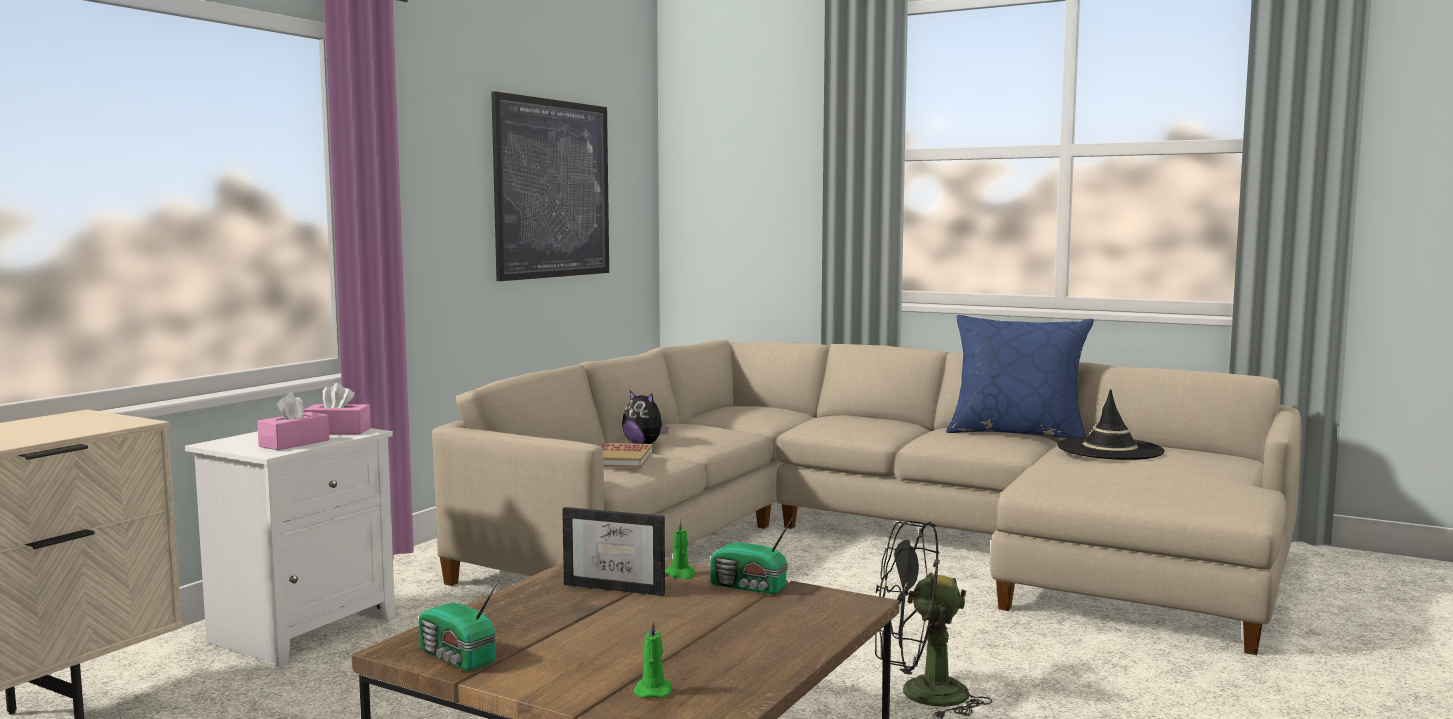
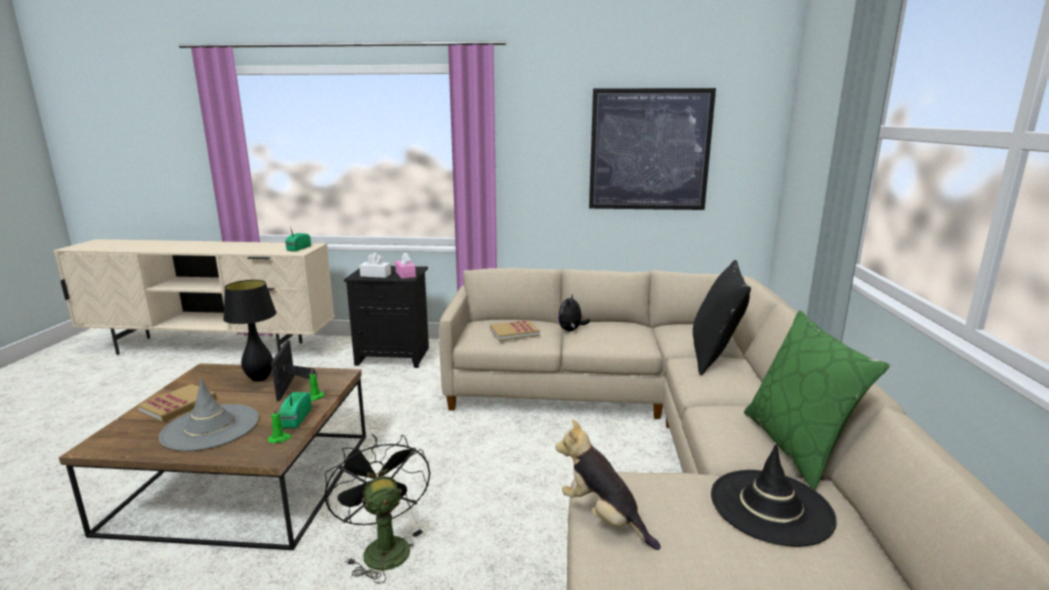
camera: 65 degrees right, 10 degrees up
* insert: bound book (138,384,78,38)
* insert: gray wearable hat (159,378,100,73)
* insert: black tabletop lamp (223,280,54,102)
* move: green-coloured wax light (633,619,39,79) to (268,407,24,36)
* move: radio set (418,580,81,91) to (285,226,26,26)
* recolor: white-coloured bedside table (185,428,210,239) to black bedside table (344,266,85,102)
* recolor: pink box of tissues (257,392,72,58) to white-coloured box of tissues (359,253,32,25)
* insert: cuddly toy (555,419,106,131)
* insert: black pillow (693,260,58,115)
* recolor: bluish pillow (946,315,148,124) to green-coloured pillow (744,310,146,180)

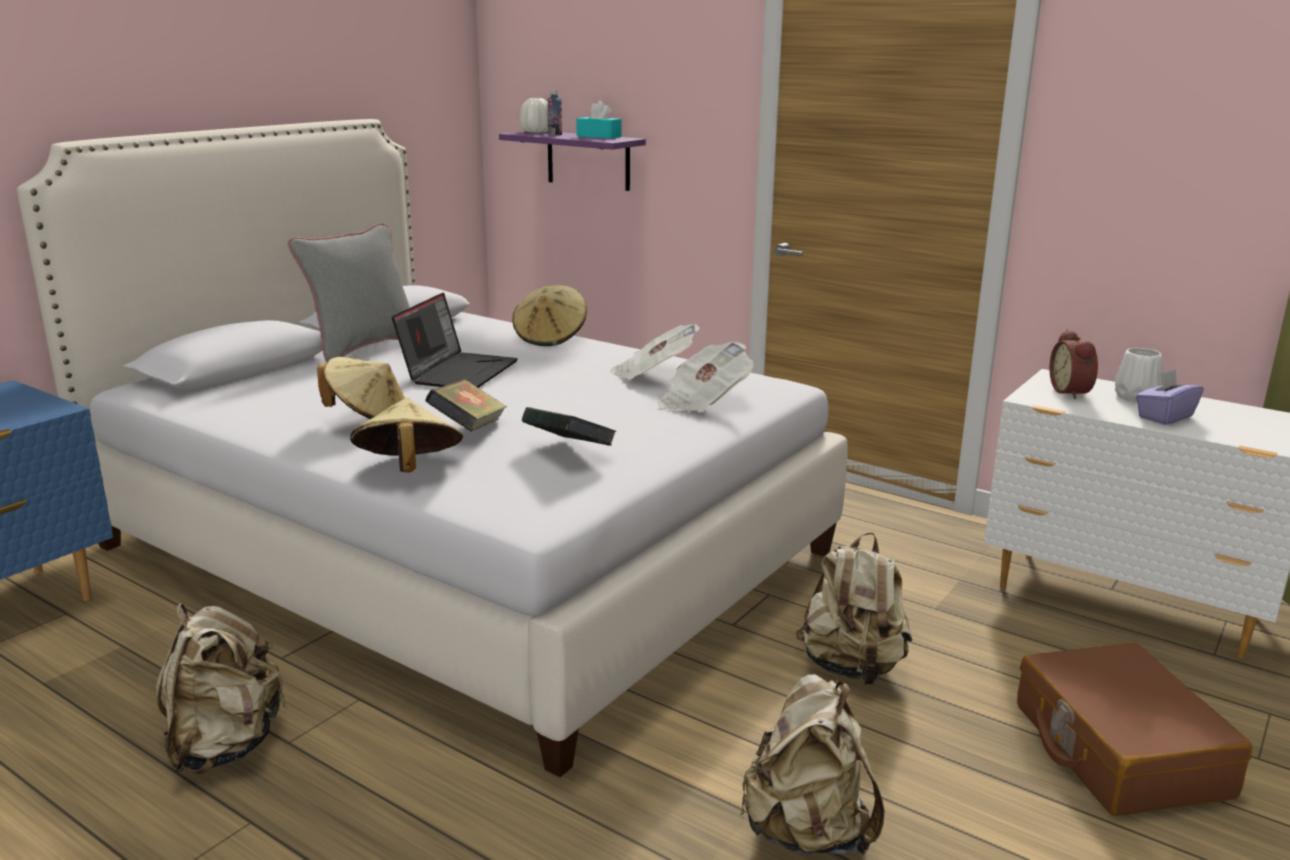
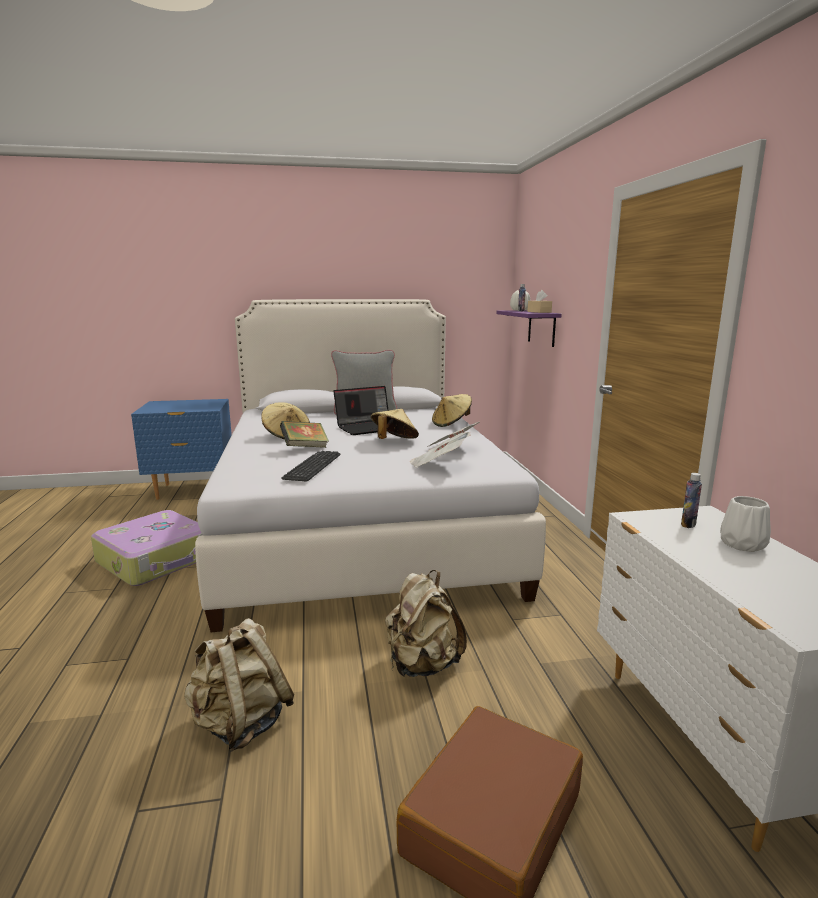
camera: 45 degrees right, 5 degrees down
* replace: beige backpack (155,603,132,171) to piece of luggage (91,510,112,76)
* replace: bound book (522,407,94,39) to PC keyboard (282,451,59,30)
* move: beige wearable hat (350,398,113,75) to (371,409,48,30)
* recolor: turquoise box of tissues (576,101,46,38) to beige box of tissues (527,290,25,23)
* replace: alarm clock (1049,329,49,70) to bottle (681,473,21,55)
* delete: purplish box of tissues (1136,369,68,56)

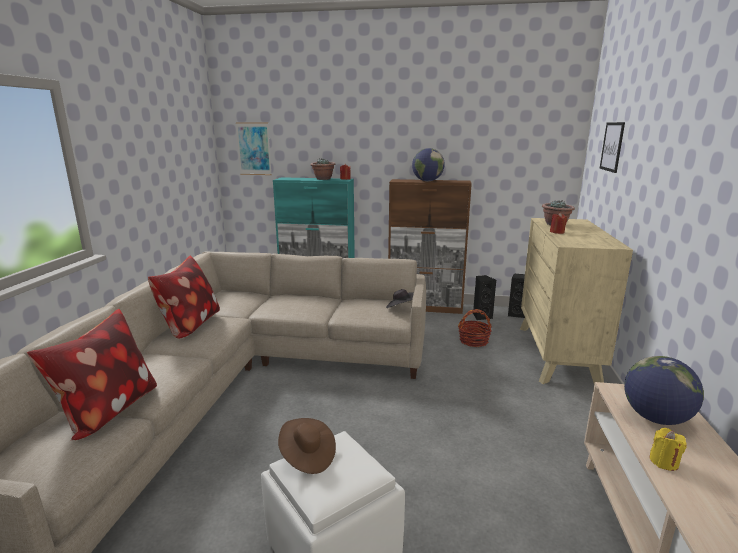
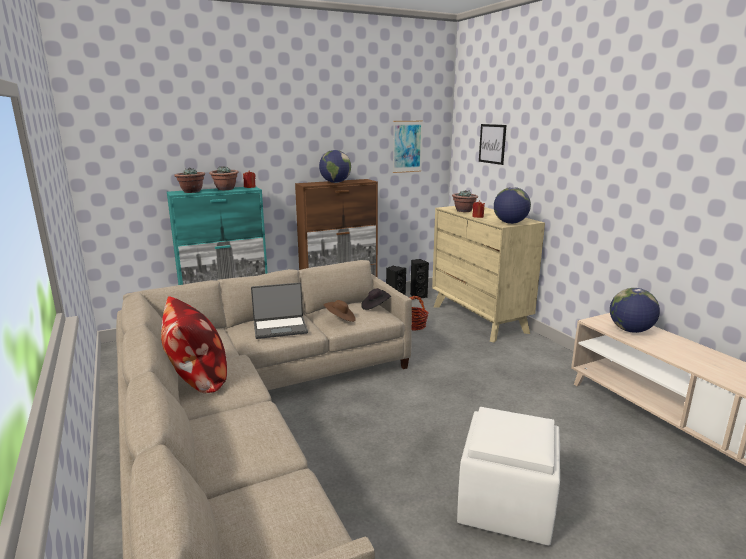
camera: 35 degrees left, 0 degrees up
* insert: houseplant (174,167,31,26)
* insert: laptop (251,283,57,56)
* move: brown-coloured wearable hat (278,418,58,56) to (324,300,32,22)
* move: wall picture (236,122,36,53) to (393,121,30,52)
* insert: desk globe (494,187,37,37)
* delete: pillow (27,309,130,131)
* delete: yellowish wax light (649,428,38,43)

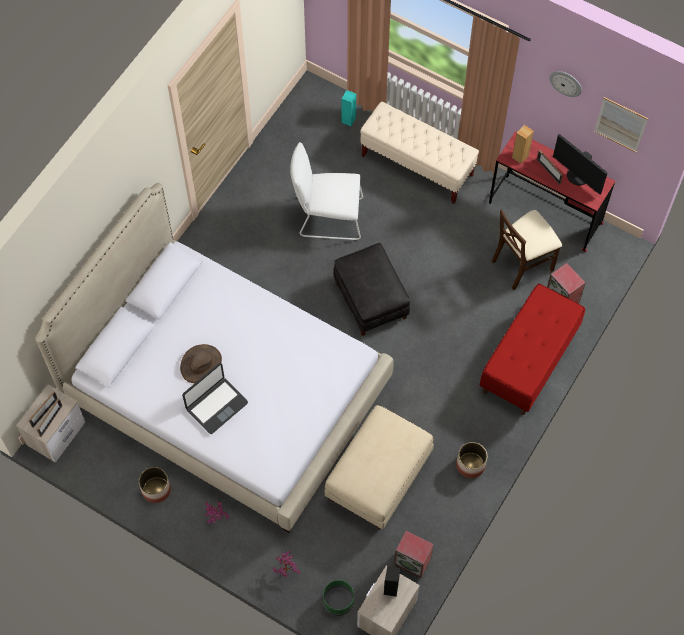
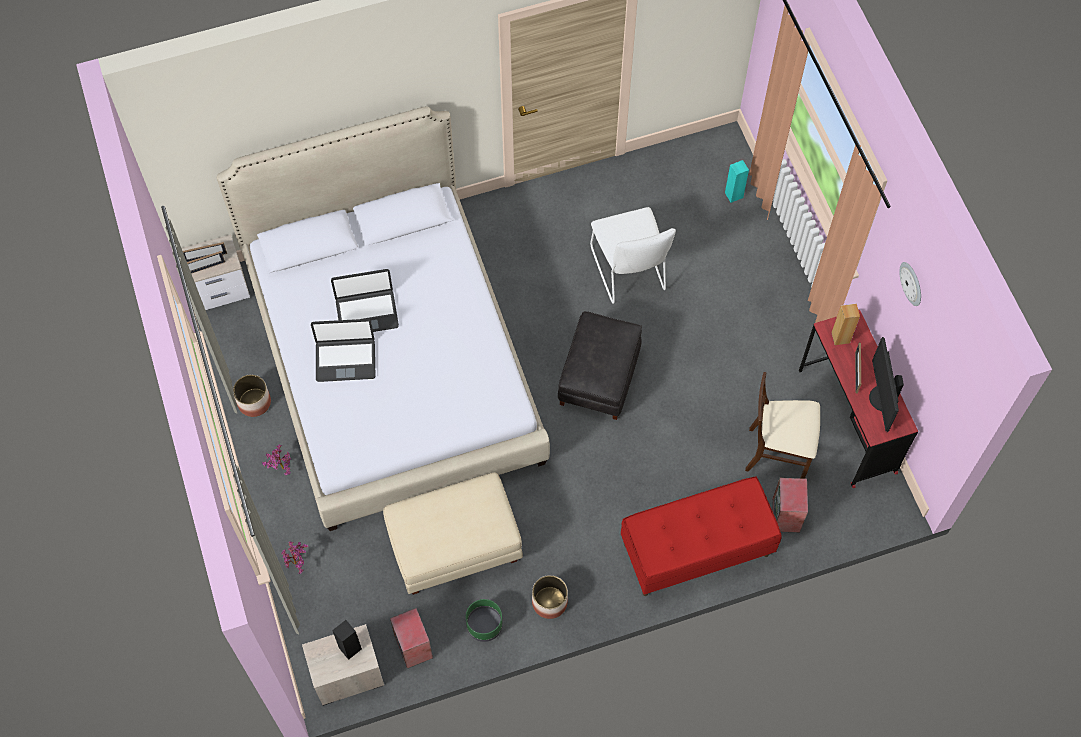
camera: 40 degrees right, 0 degrees up
* replace: brown-coloured wearable hat (180,344,42,39) to laptop (331,269,68,63)
* move: green-coloured flower pot (323,580,31,36) to (466,599,37,43)
* rotate: white-coloured chair (290,142,73,98) = (590,207,86,97) 150 degrees counterclockwise
* delete: beige long seat (360,102,119,102)
* delete: wall picture (594,97,54,56)

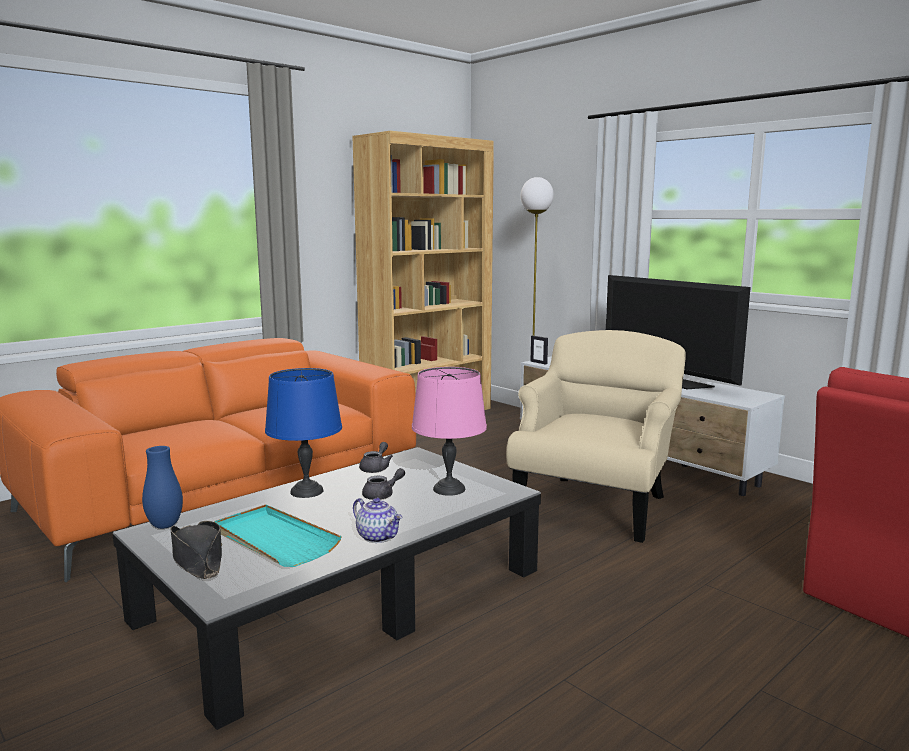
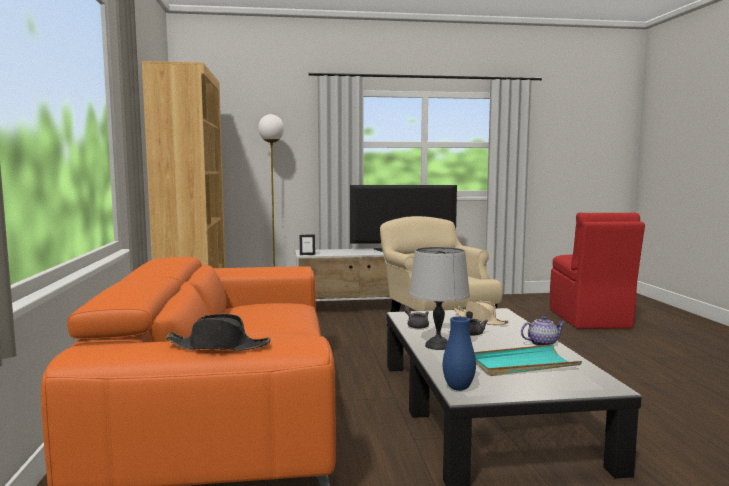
camera: 55 degrees left, 5 degrees down
* move: black wearable hat (170,521,52,58) to (166,314,105,37)
* recolor: bluish tabletop lamp (265,368,77,130) to gray tabletop lamp (409,247,61,103)
* replace: pink tabletop lamp (412,367,75,129) to beige wearable hat (454,301,55,24)

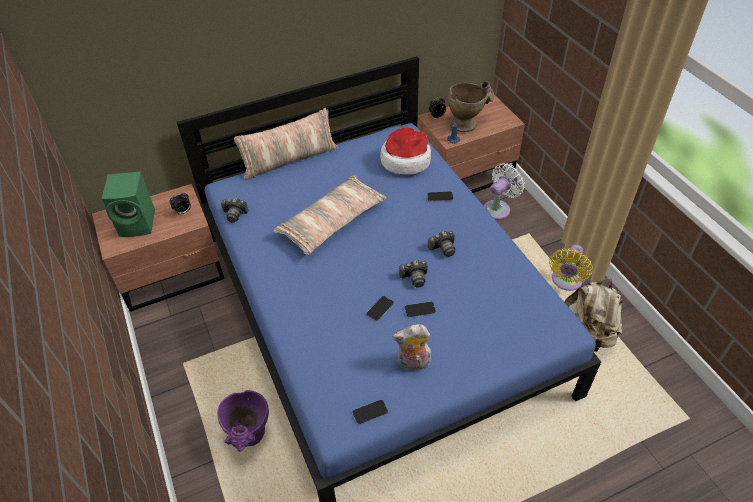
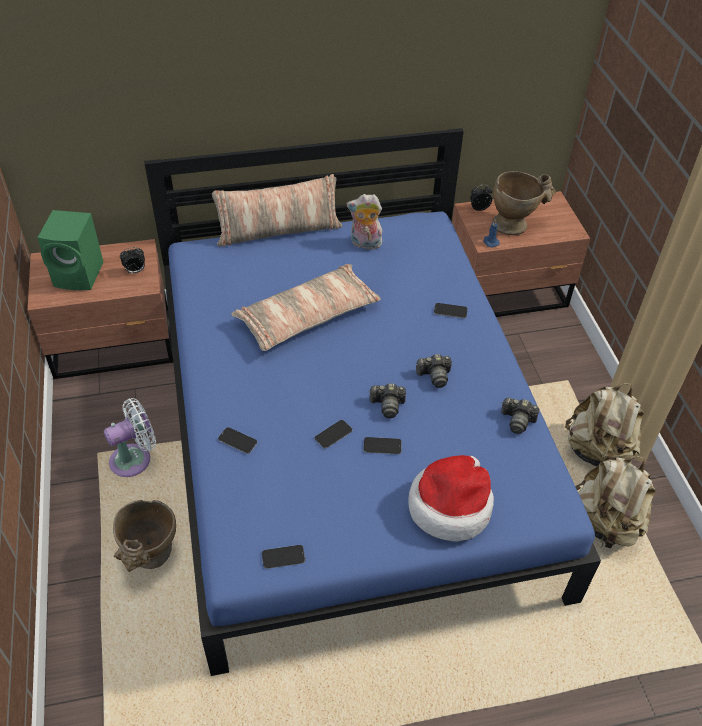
camera: 10 degrees right, 0 degrees up
* move: white-coloured cooling fan (484,163,40,57) to (104,398,52,79)
* recolor: purplish decorative vase (217,390,52,62) to beige decorative vase (113,500,63,72)
* insert: telephone (218,427,39,27)
* move: cuddly toy (392,324,39,47) to (347,194,38,56)
* move: wearable hat (380,128,51,47) to (408,455,86,86)
* move: still camera (220,198,28,25) to (501,398,38,36)
* replace: yellowish cooling fan (549,244,44,47) to beige backpack (565,383,79,83)

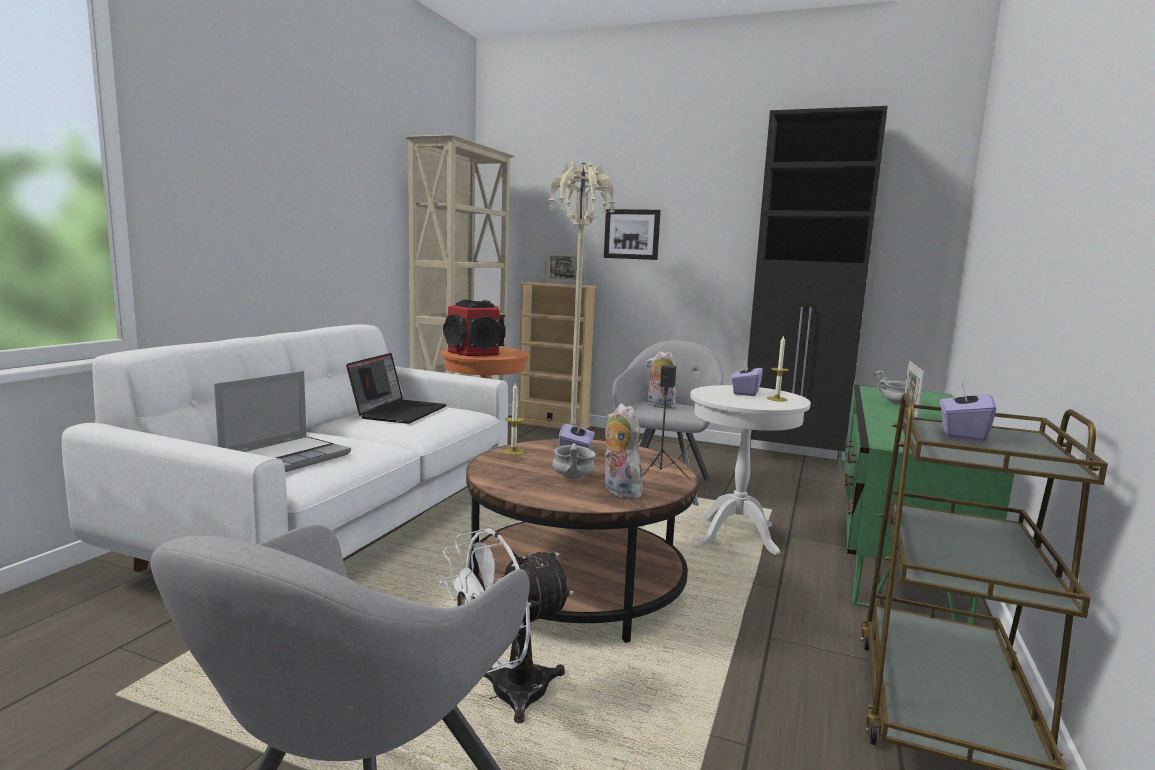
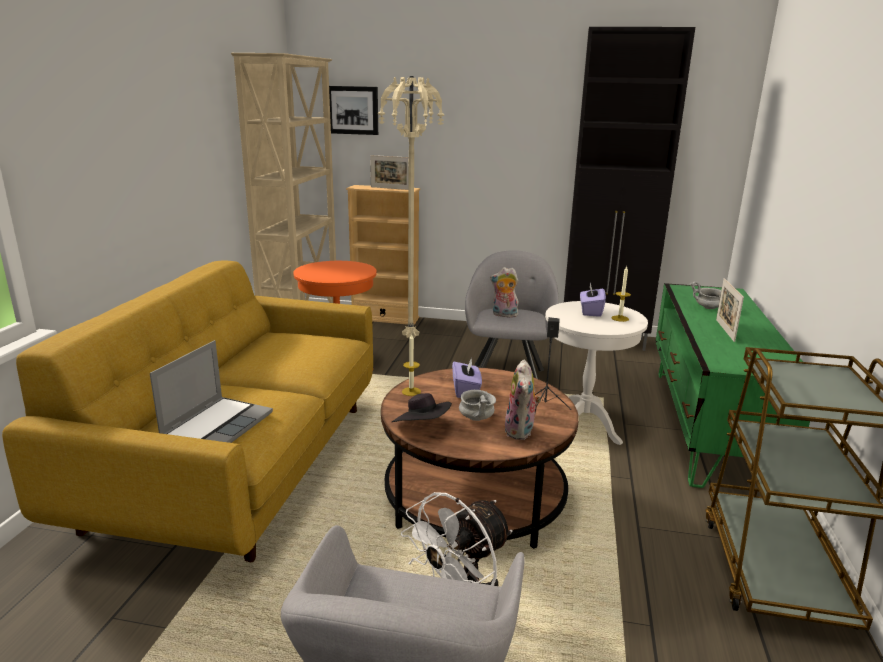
camera: 10 degrees left, 10 degrees up
* recolor: white-coloured settee (62,325,446,247) to yellowish settee (2,260,371,302)
* move: wall picture (604,209,57,51) to (329,86,49,49)
* insert: black wearable hat (392,393,60,29)
* rotate: cuddly toy (604,404,39,95) = (504,360,37,80) 135 degrees counterclockwise
* delete: laptop (346,353,101,71)
* delete: loudspeaker (443,300,62,56)
* delete: purplish box of tissues (940,381,56,61)

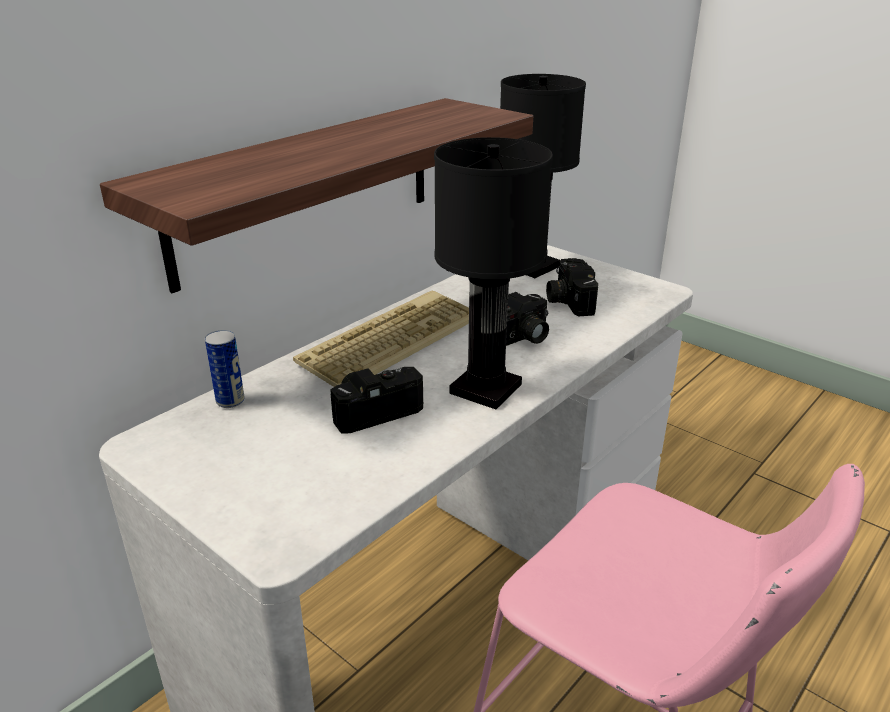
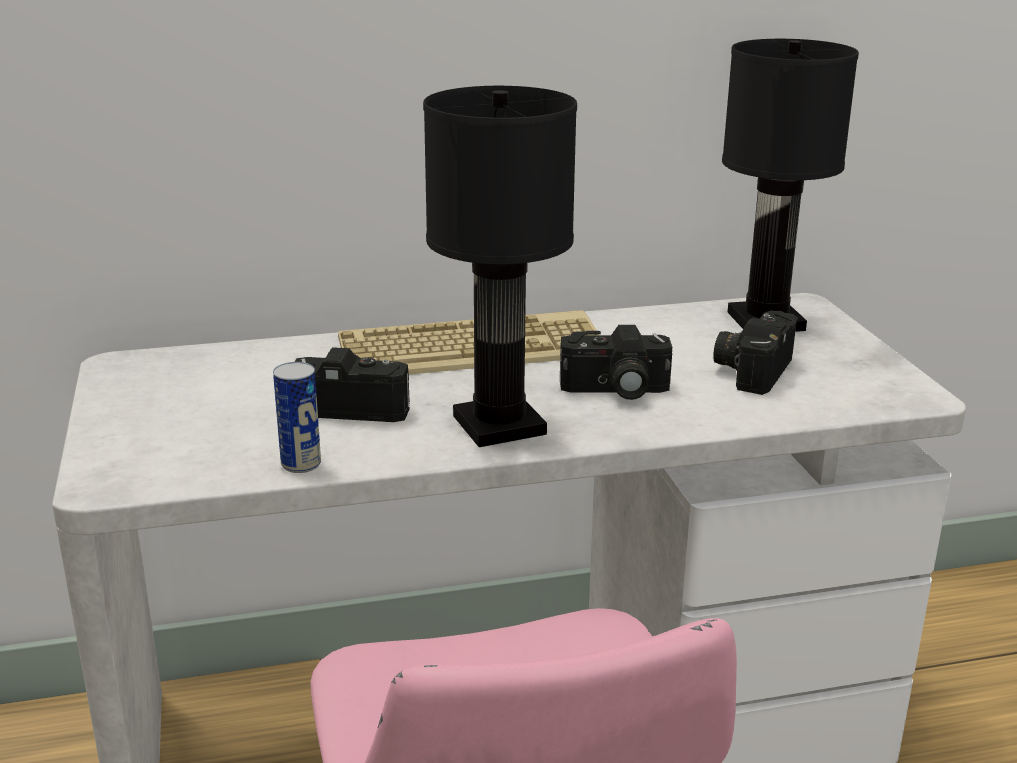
camera: 35 degrees right, 5 degrees down
* move: metal can (205,330,40,78) to (273,362,48,111)
* delete: shelf (100,98,433,195)

